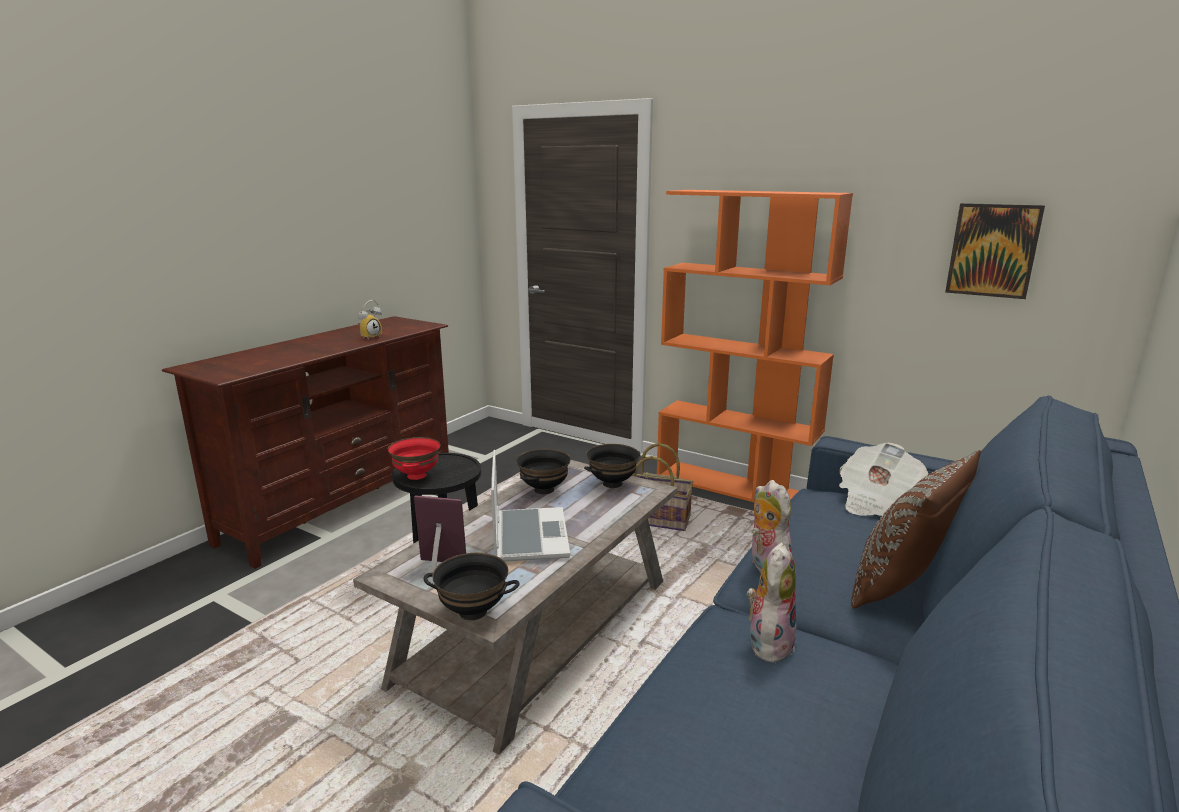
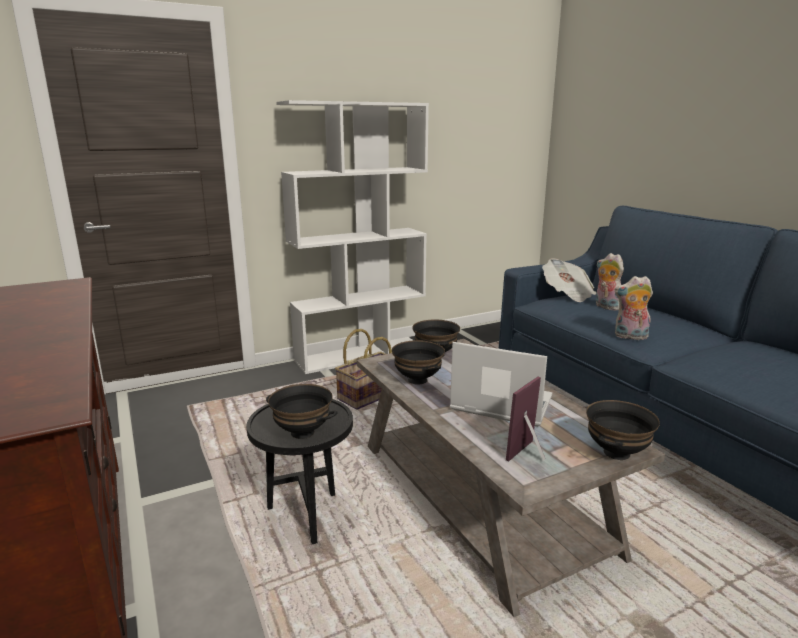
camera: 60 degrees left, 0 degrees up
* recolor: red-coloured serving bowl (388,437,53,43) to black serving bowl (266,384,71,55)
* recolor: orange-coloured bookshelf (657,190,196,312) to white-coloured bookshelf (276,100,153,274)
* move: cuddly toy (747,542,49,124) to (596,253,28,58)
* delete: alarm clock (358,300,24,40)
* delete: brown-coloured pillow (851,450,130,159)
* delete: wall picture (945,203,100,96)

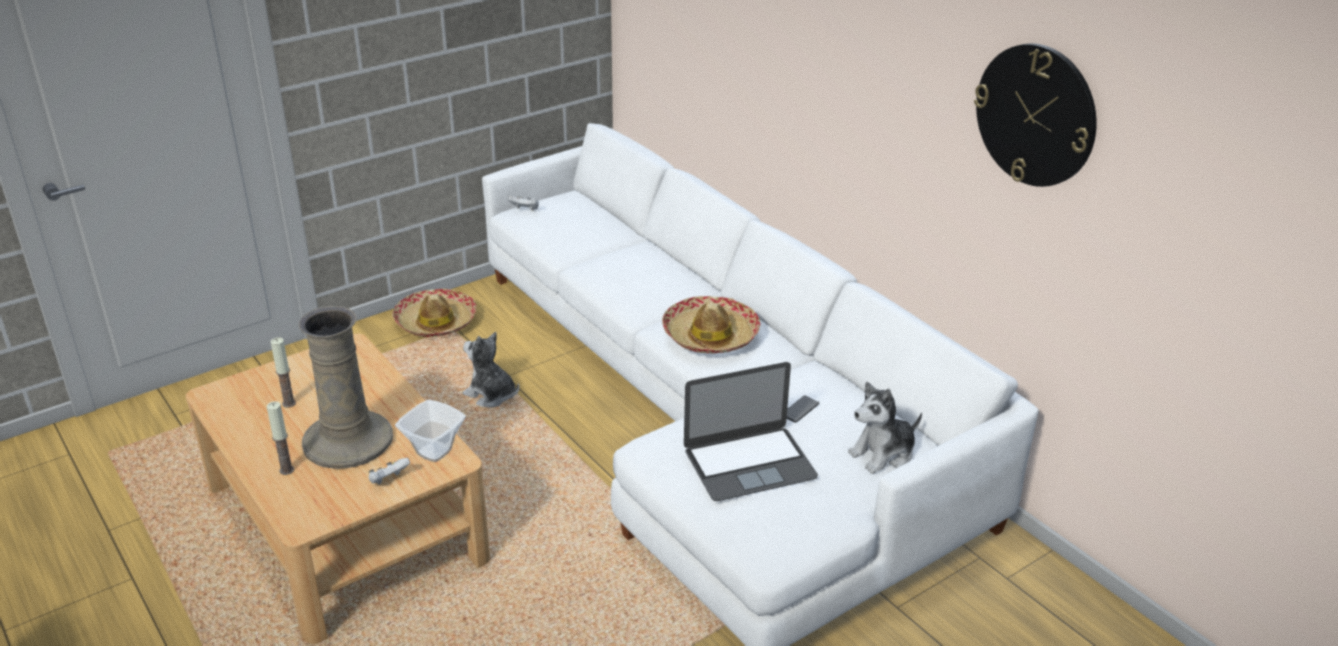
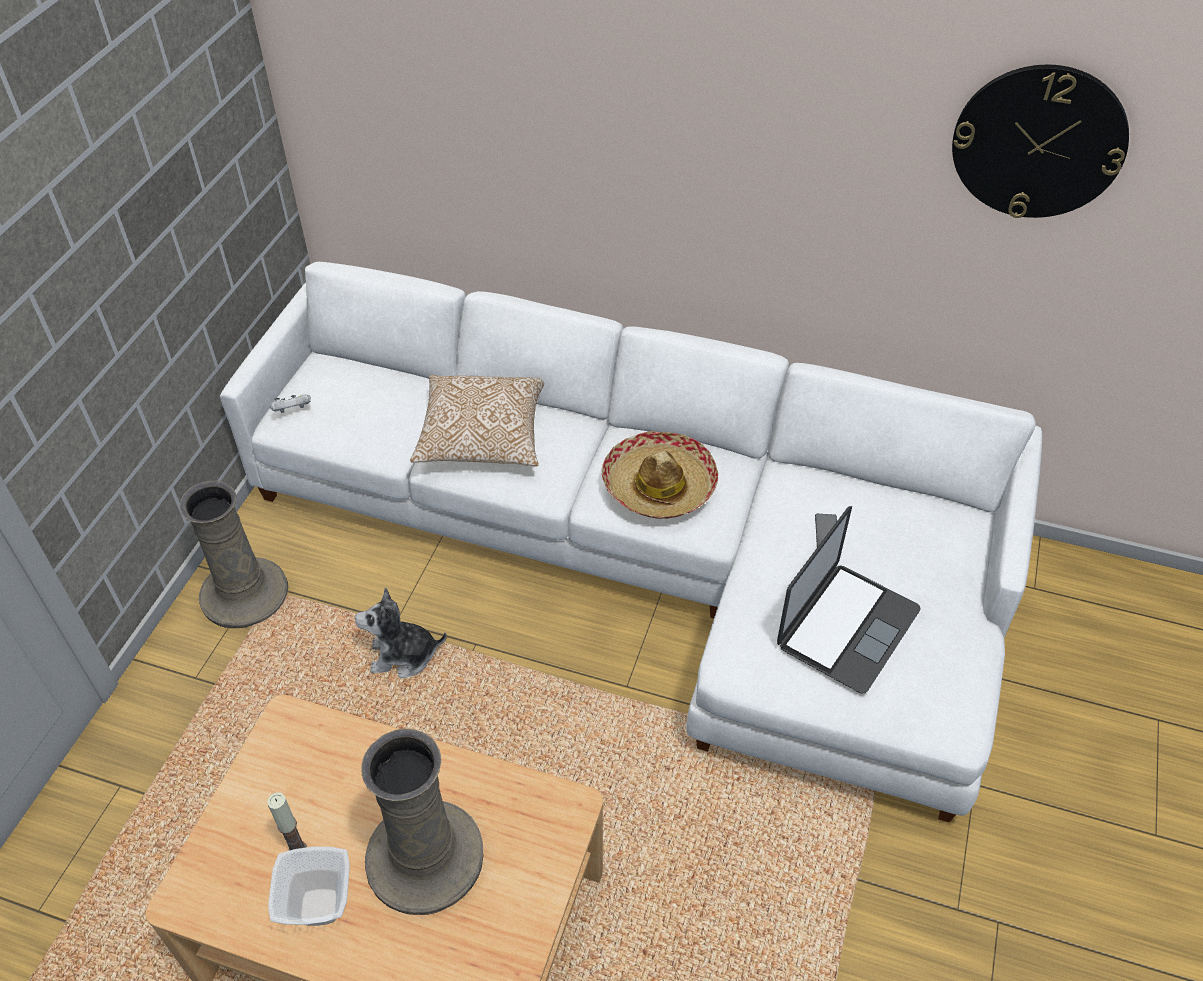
camera: 35 degrees left, 15 degrees up
* replace: wearable hat (392,289,84,48) to beige decorative vase (180,481,109,147)
* move: serving bowl (395,399,71,63) to (268,846,82,80)
* insert: pillow (410,375,134,92)
* delete: wax light (267,401,27,74)
* delete: white-coloured gamepad (368,458,42,26)
* delete: cuddly toy (848,382,74,92)

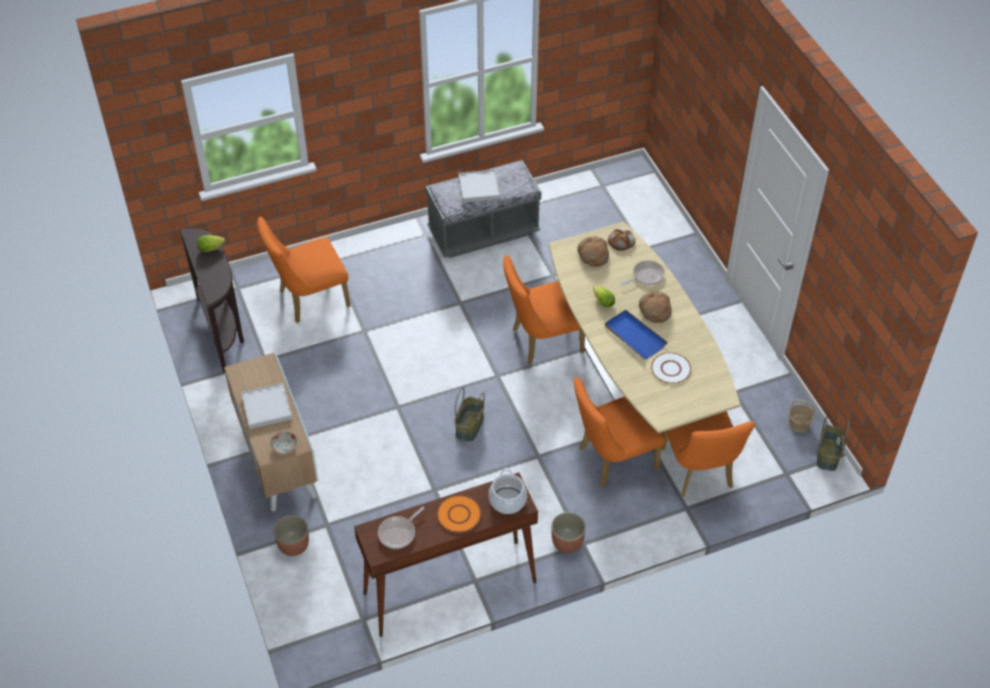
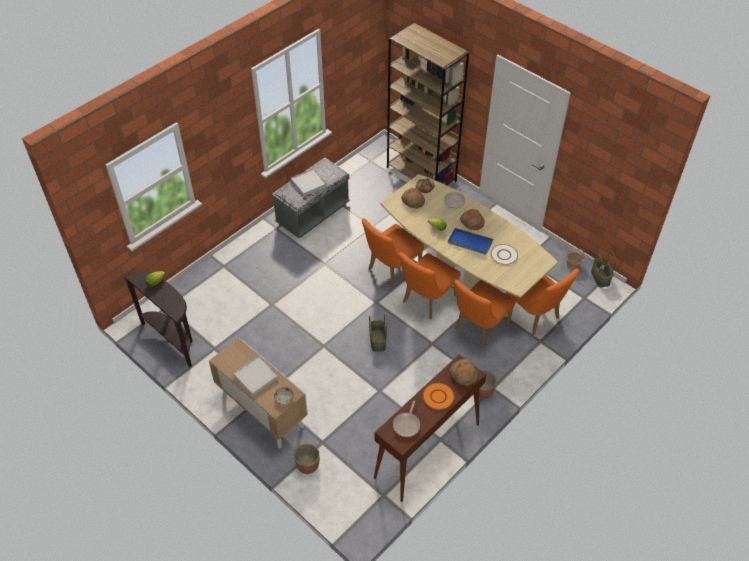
camera: 25 degrees left, 0 degrees up
* insert: brown-coloured bookshelf (387,23,82,162)
* move: orange-coloured chair (257,217,94,106) to (399,252,62,67)
* replace: stockpot (488,469,39,45) to bakery bread (449,359,29,27)

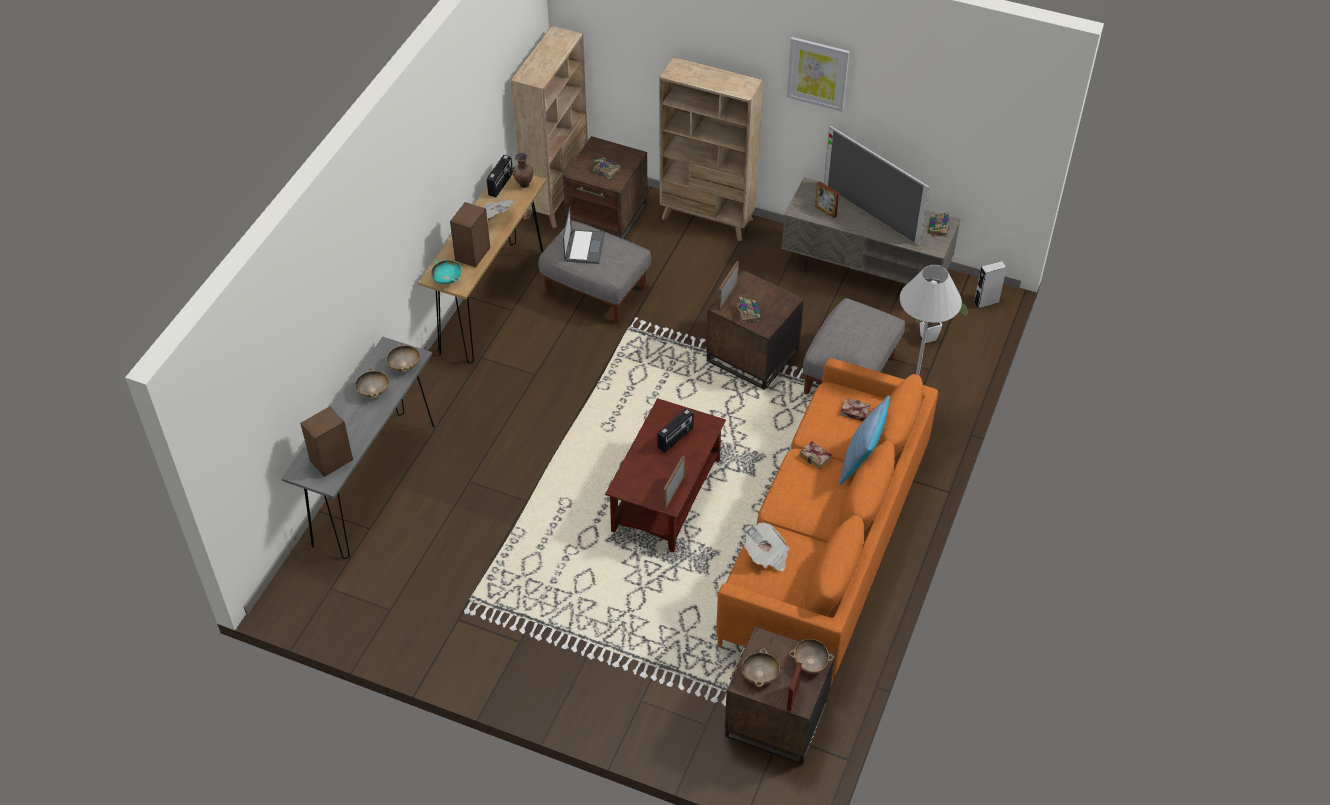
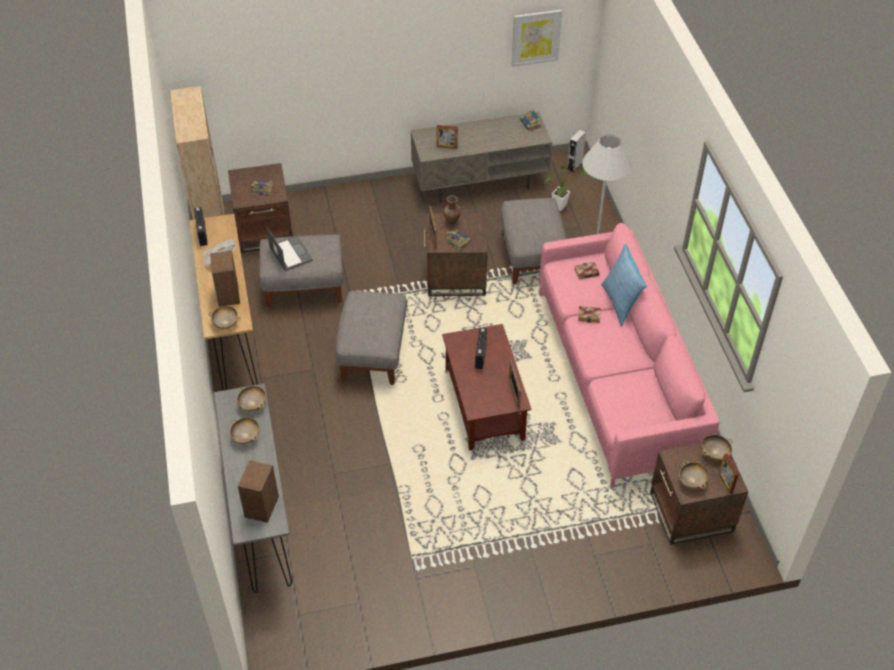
camera: 35 degrees left, 0 degrees up
* recolor: turquoise serving bowl (431,260,31,25) to beige serving bowl (209,306,32,23)
* insert: gray pouffe (336,291,71,94)
* move: brown-coloured decorative vase (512,153,21,35) to (443,195,18,30)
* move: wall picture (787,37,63,75) to (512,10,50,57)
* recolor: orange-coloured settee (716,358,222,327) to pink settee (539,223,181,264)
* delete: beige bookshelf (659,57,104,184)
* delete: printed paper (744,523,46,49)
* delete: television (824,126,106,119)

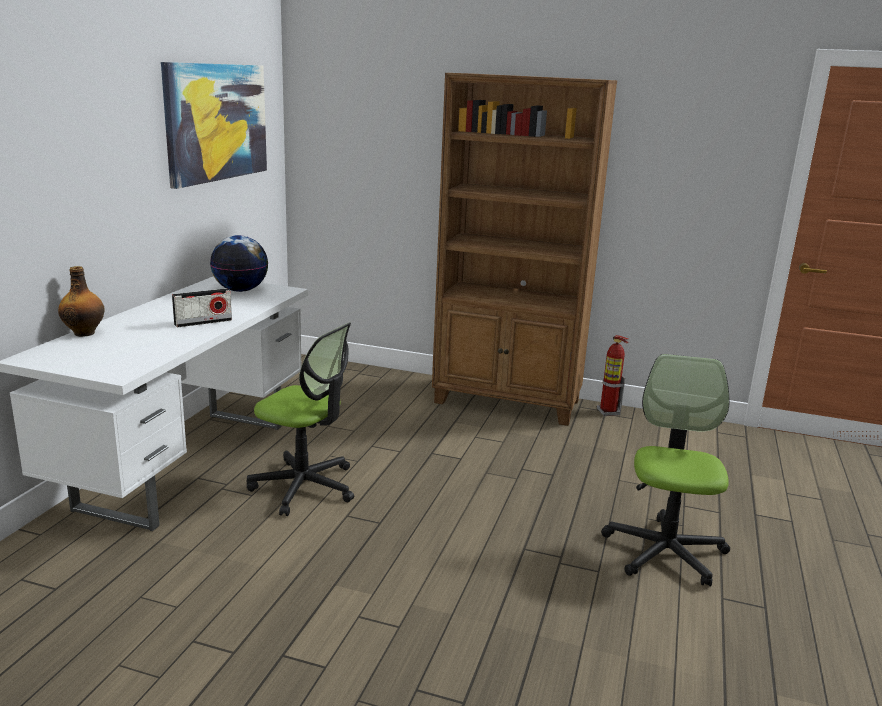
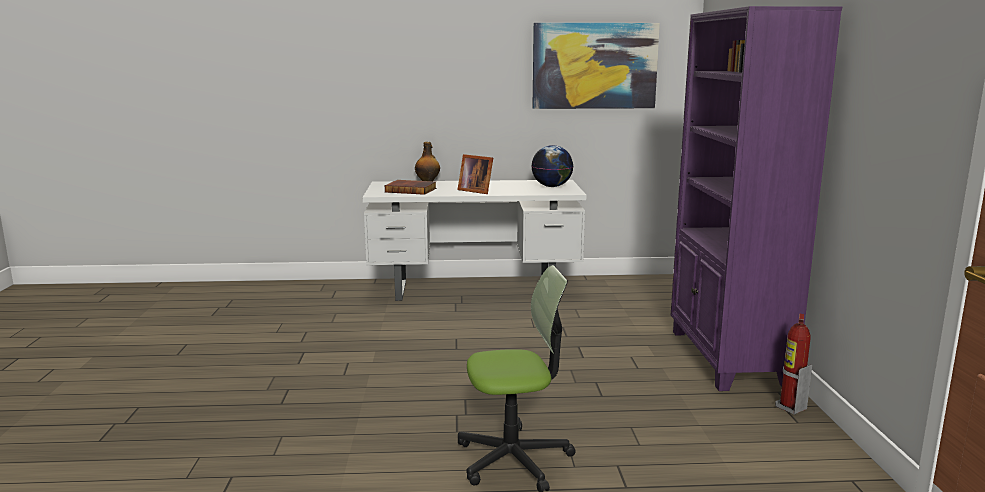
camera: 70 degrees right, 5 degrees down
* insert: bound book (385,180,51,15)
* replace: radio set (172,288,60,40) to standing frame (458,154,35,40)
* recolor: brown-coloured bookshelf (432,73,185,353) to purplish bookshelf (671,6,171,385)
* delete: desk chair (247,323,107,193)

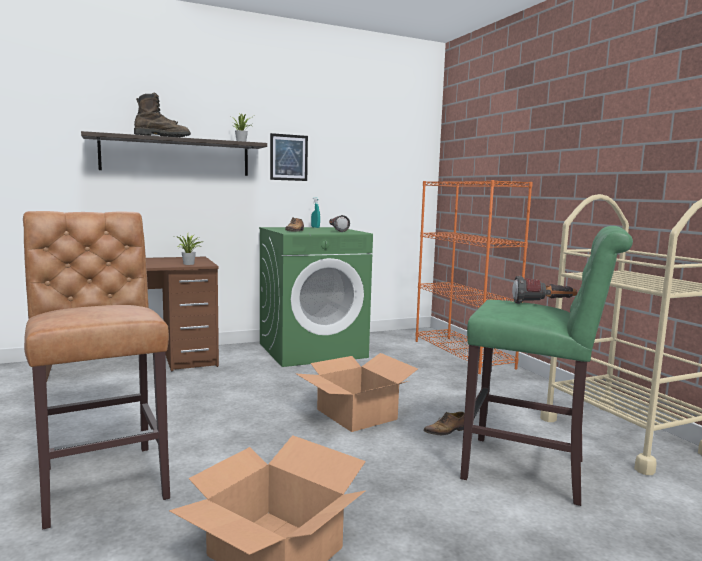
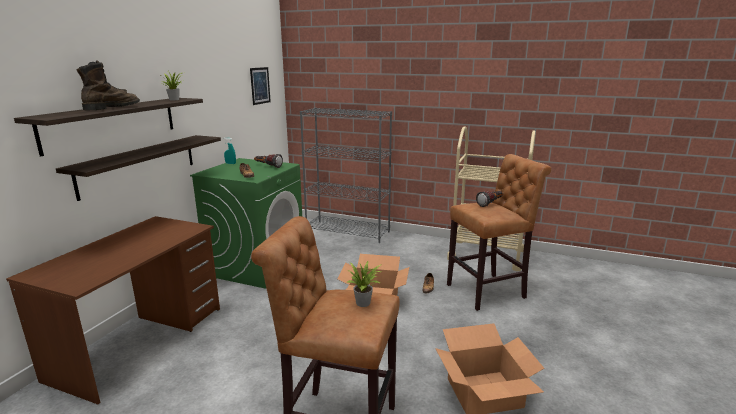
camera: 45 degrees left, 10 degrees up
* insert: shelf (56,135,165,66)
* move: wall picture (270,133,38,48) to (250,67,21,38)
* recolor: orange-coloured bookshelf (416,180,117,194) to gray bookshelf (300,108,92,135)
* move: houseplant (175,233,26,32) to (347,260,35,47)
* recolor: green-coloured sitting stool (460,226,173,280) to brown-coloured sitting stool (447,154,104,157)

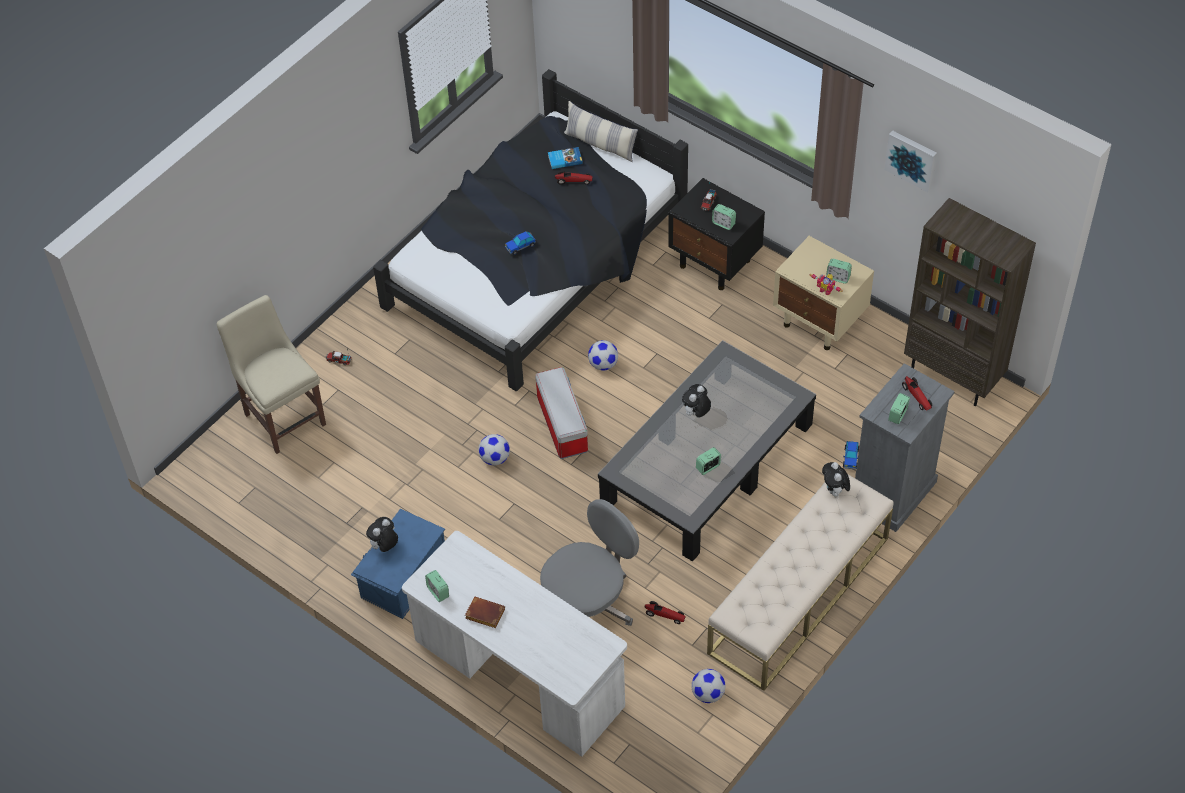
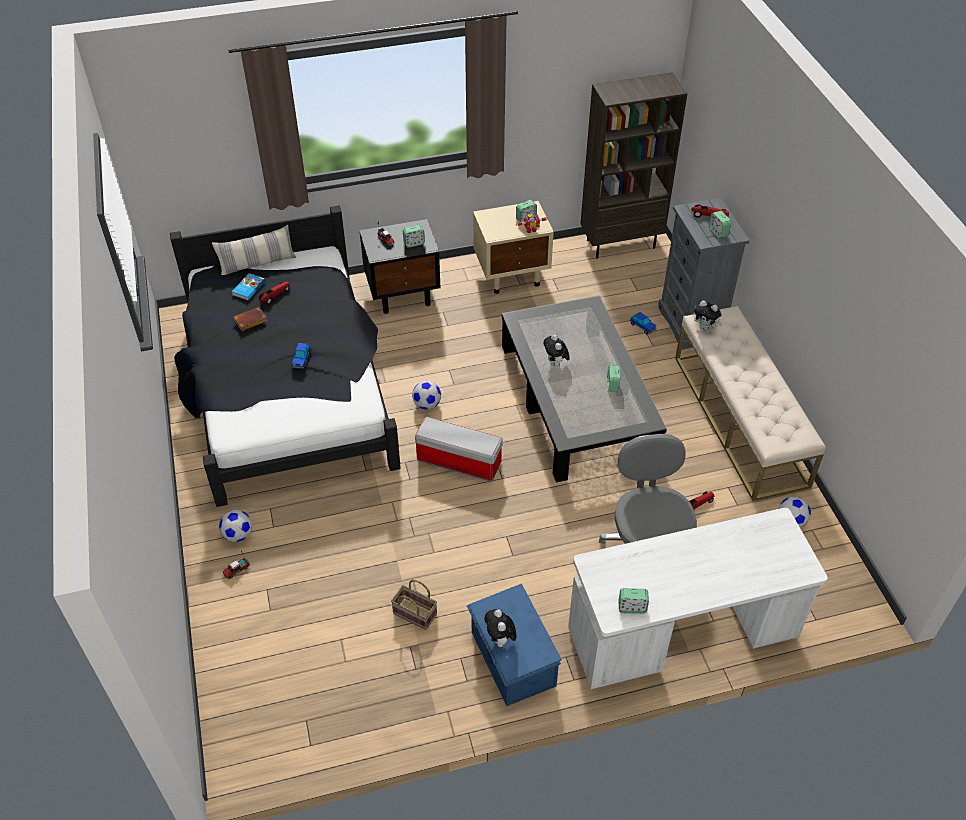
camera: 55 degrees left, 5 degrees down
* move: football ball (478,434,32,31) to (219,510,33,32)
* move: brown-coloured bound book (465,597,40,31) to (233,307,34,24)
* insert: basket (391,580,46,50)
* delete: beige chair (217,295,109,159)
* delete: wall picture (885,130,52,62)

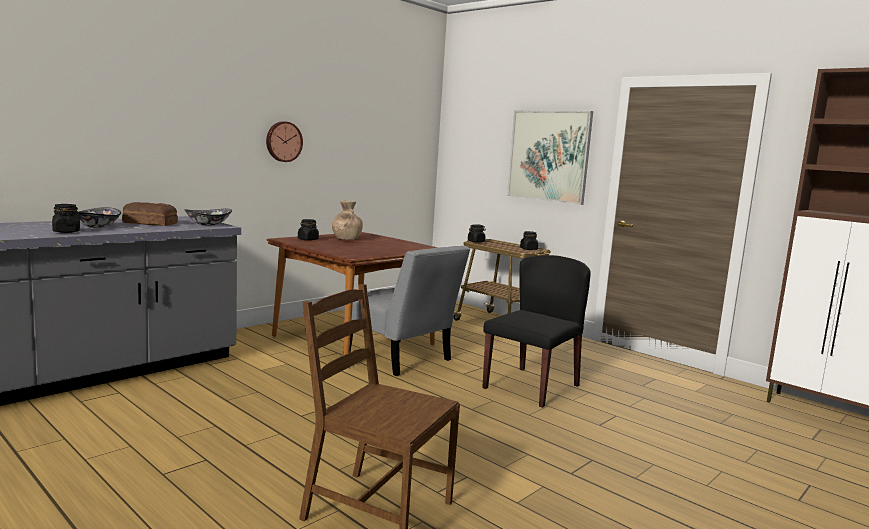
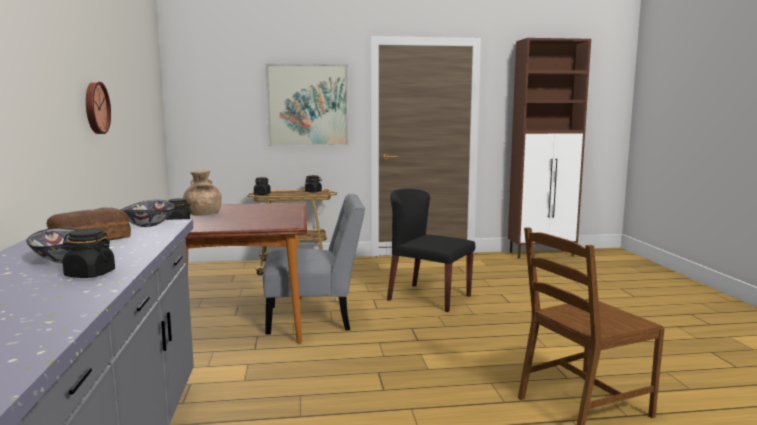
camera: 50 degrees left, 0 degrees up
* rotate: black chair (482,255,109,153) = (387,189,88,123) 45 degrees counterclockwise

